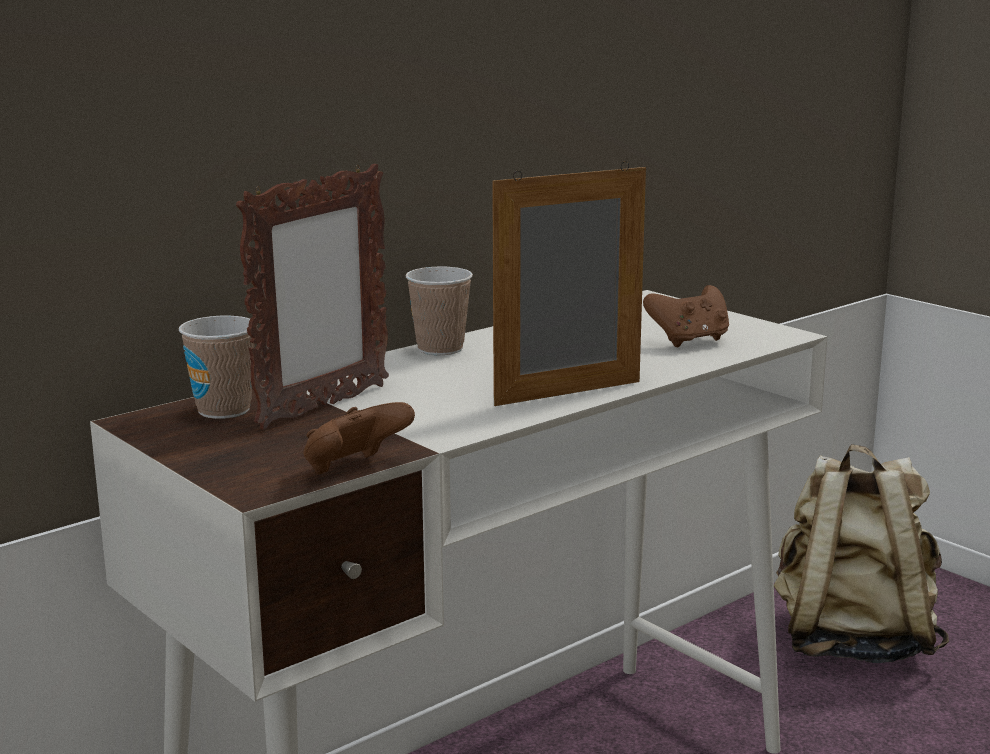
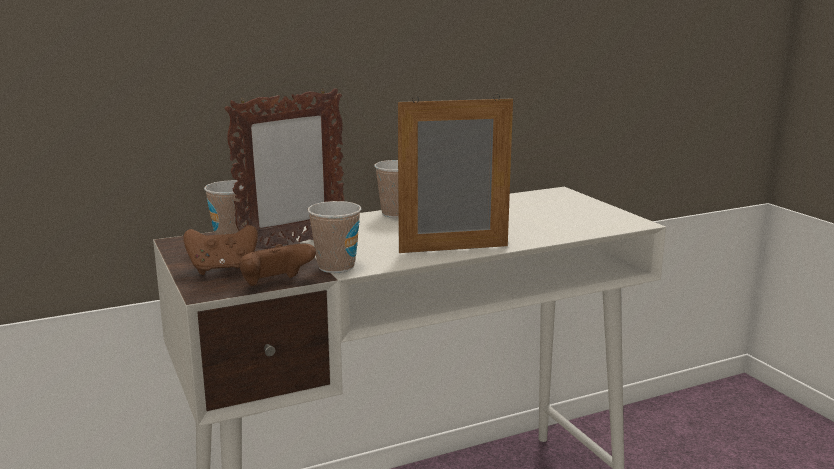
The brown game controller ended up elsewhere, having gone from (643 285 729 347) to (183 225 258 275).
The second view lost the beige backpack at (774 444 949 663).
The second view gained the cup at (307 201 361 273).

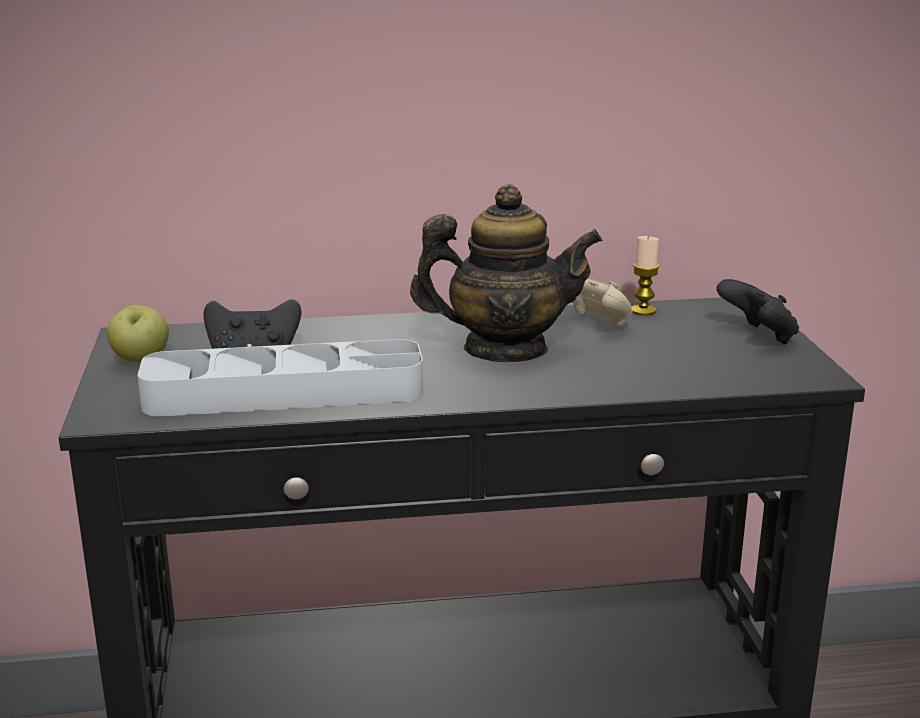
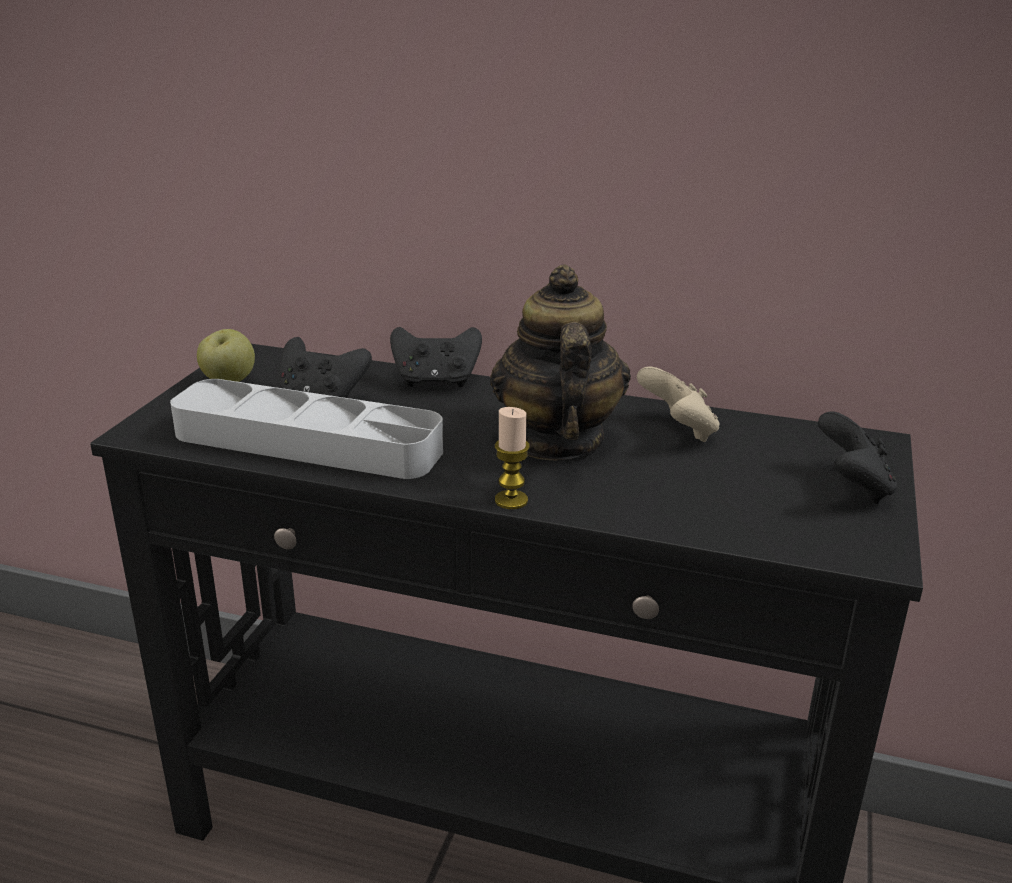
The teapot at (410 184 602 362) ended up facing another way, 120 degrees counterclockwise from before.
The candle ended up elsewhere, having gone from (632 236 660 316) to (495 407 530 509).
The second view gained the black game controller at (390 327 482 387).

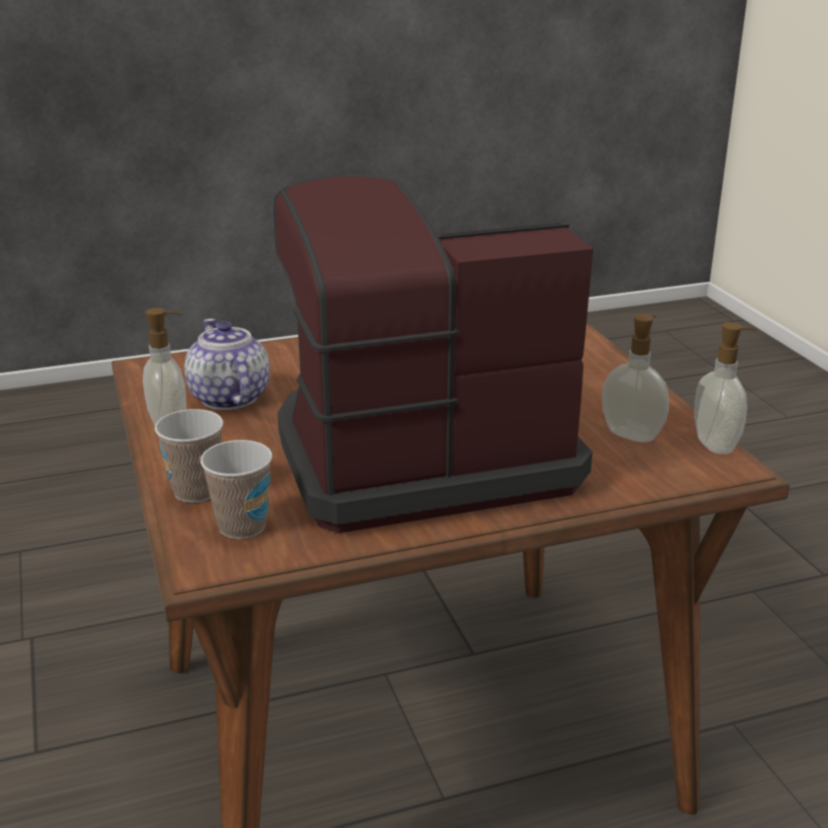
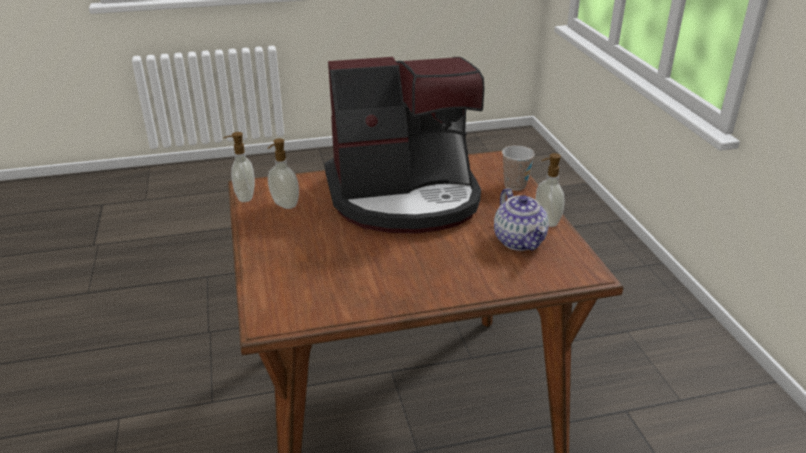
The second view lost the cup at (200 440 272 539).

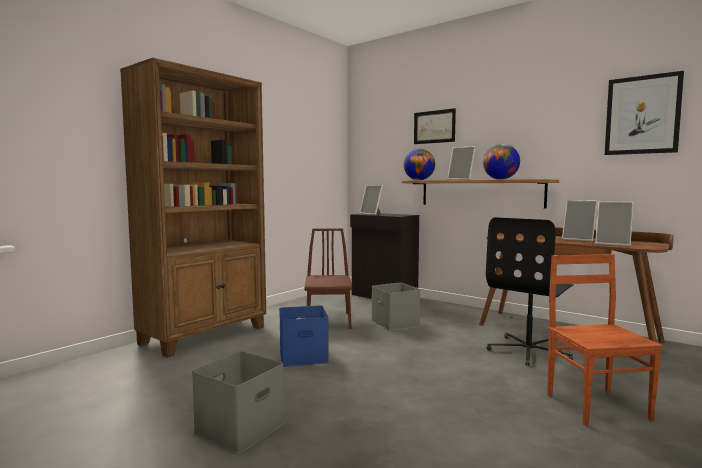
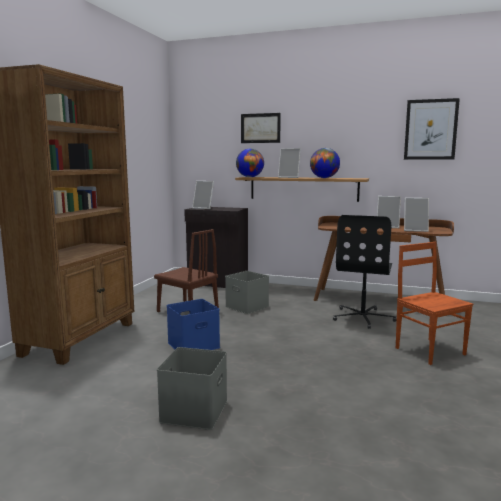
The brown chair at (305 228 352 329) ended up facing another way, 150 degrees clockwise from before.

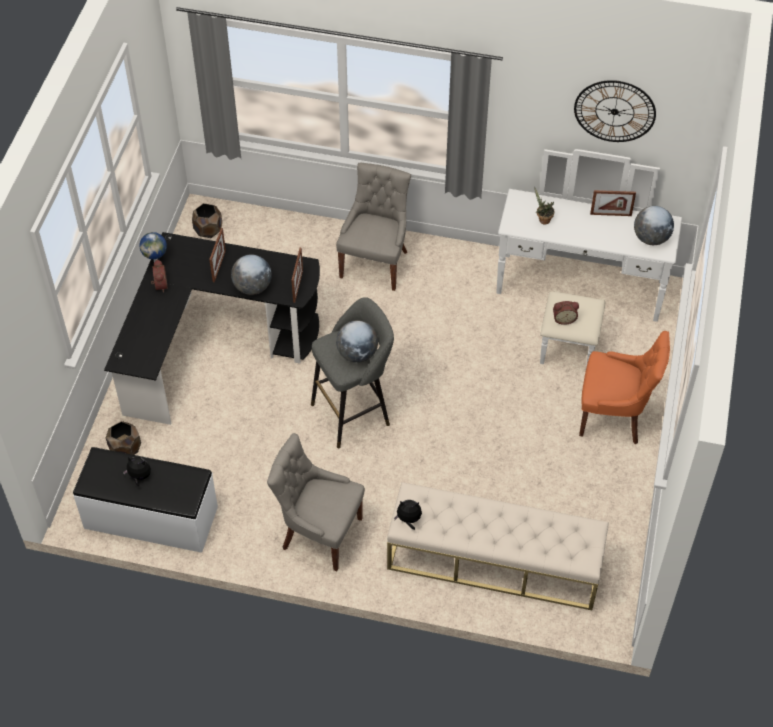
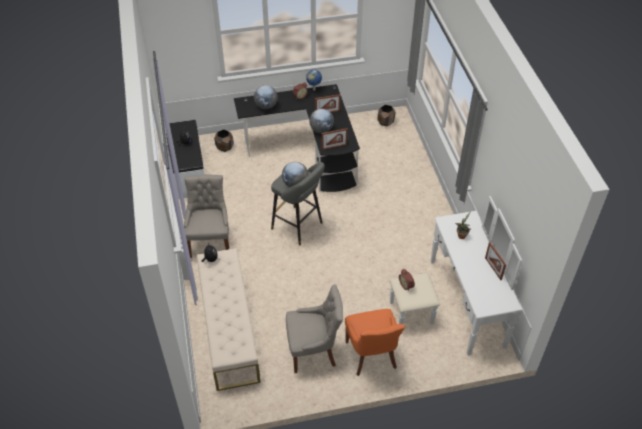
The second view lost the wall clock at (574 80 656 142).
The grey chair ended up elsewhere, having gone from (336 163 411 291) to (286 284 343 373).
The globe ended up elsewhere, having gone from (634 206 674 245) to (254 85 278 109).

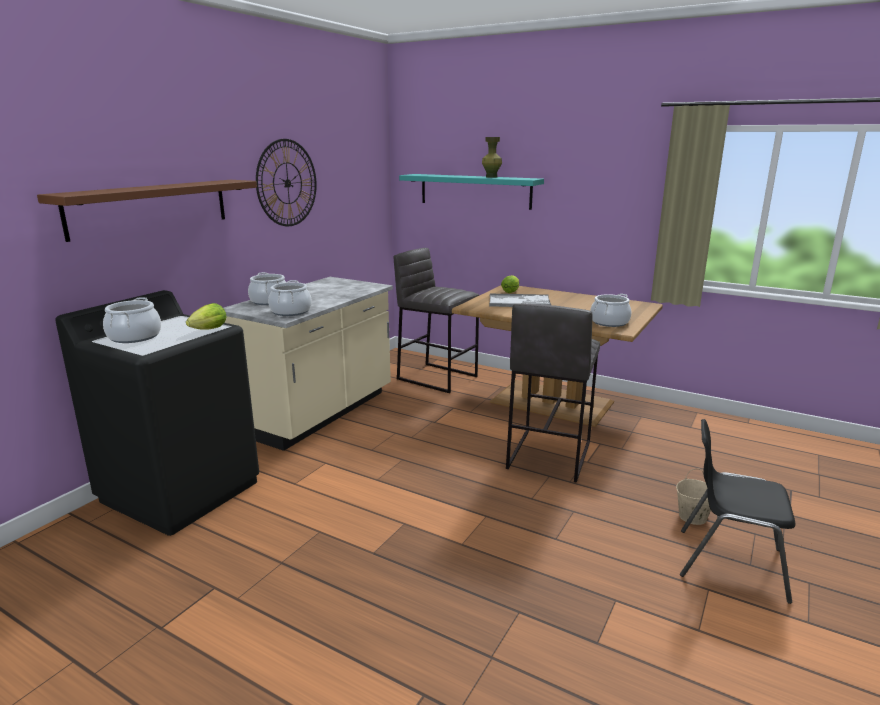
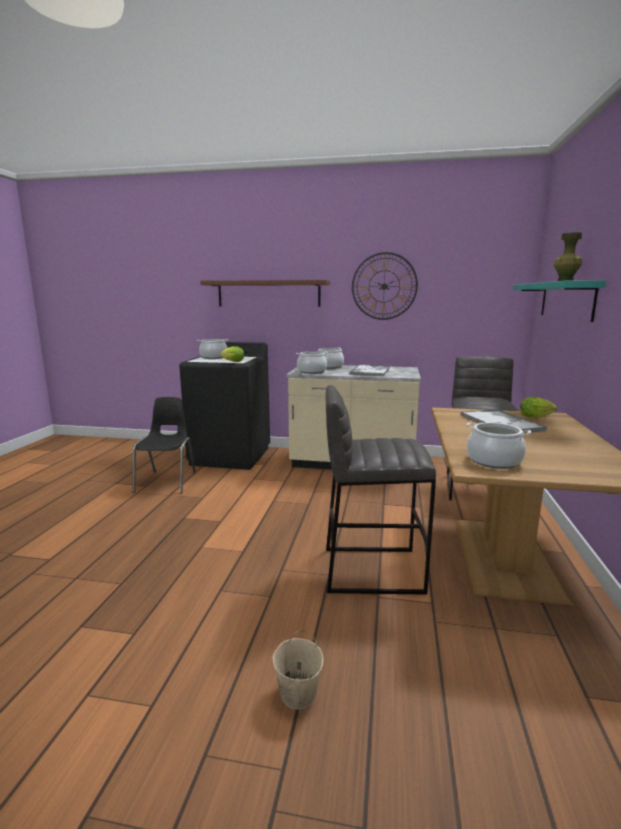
The black chair ended up elsewhere, having gone from (680 419 795 604) to (133 397 196 493).
The second view gained the tray at (349 364 390 376).

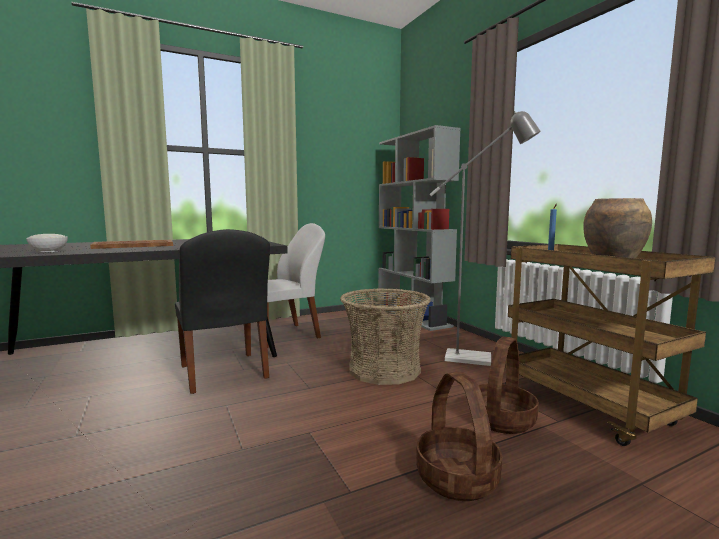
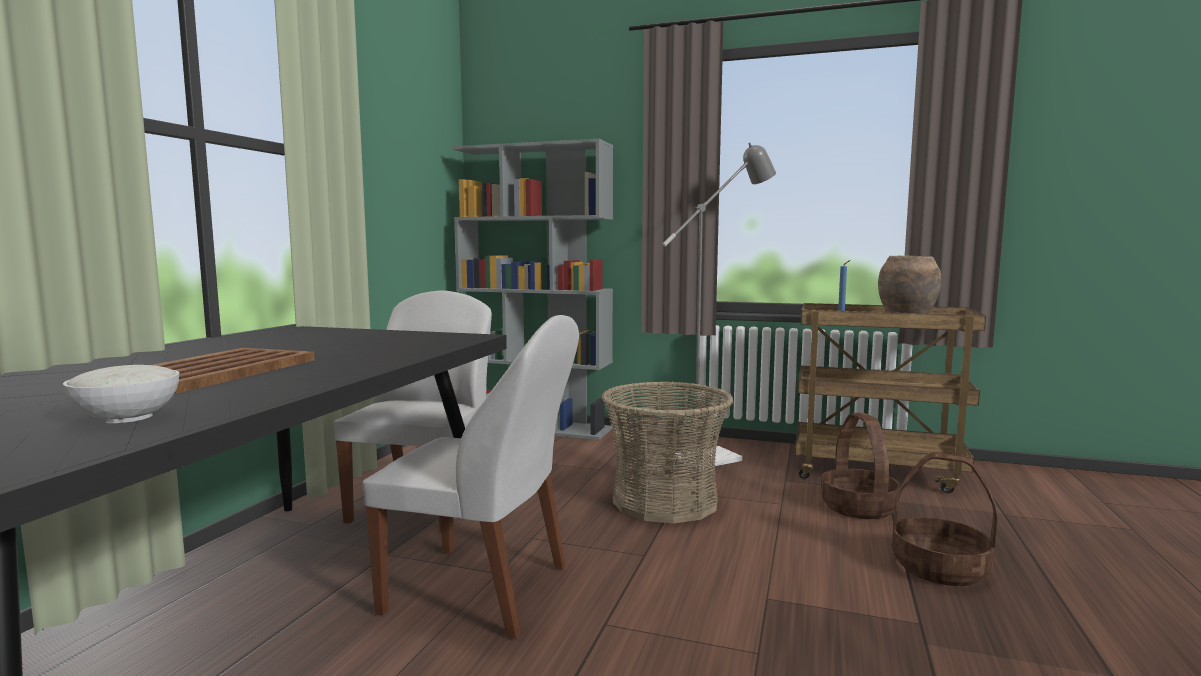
What was the black chair at (175 229 270 394) turned into the white chair at (362 315 579 639).

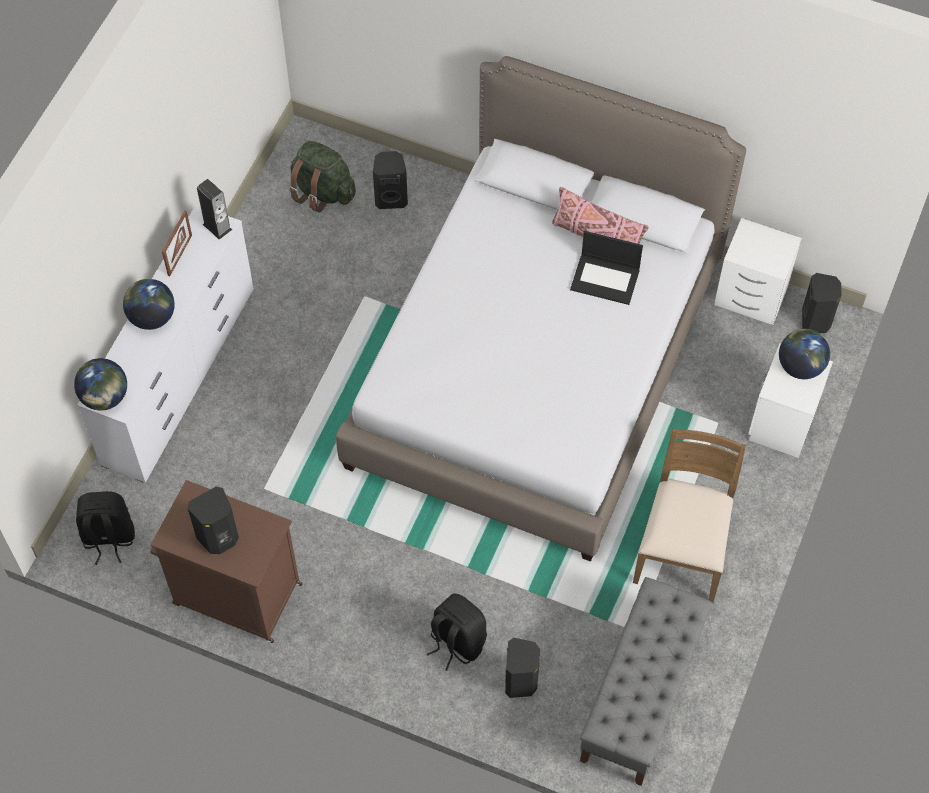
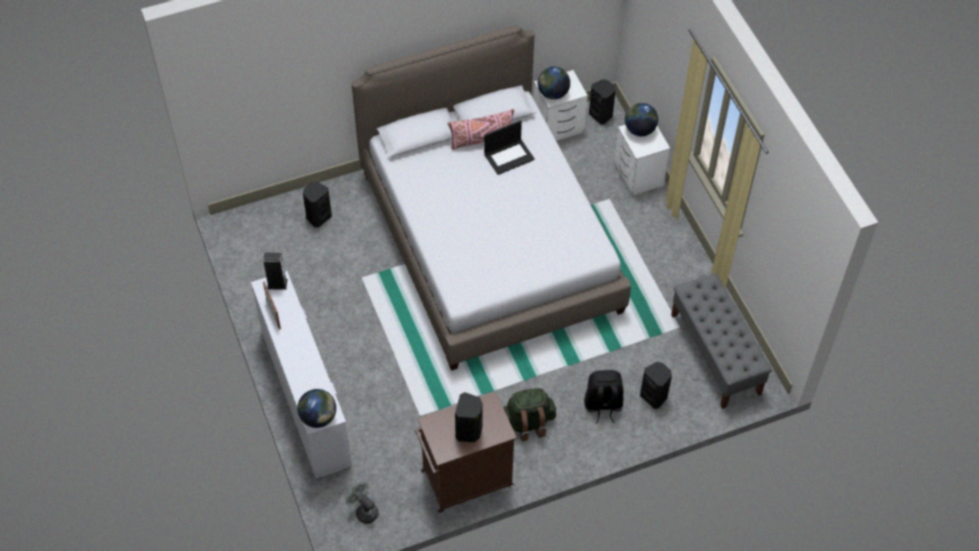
The green backpack ended up elsewhere, having gone from (289 141 356 212) to (503 388 556 441).
The globe ended up elsewhere, having gone from (123 279 175 330) to (538 67 570 100).
The second view lost the brown chair at (633 428 746 603).
Where the black backpack stood at (76 491 135 565), the grey fan came to stand at (346 482 379 524).

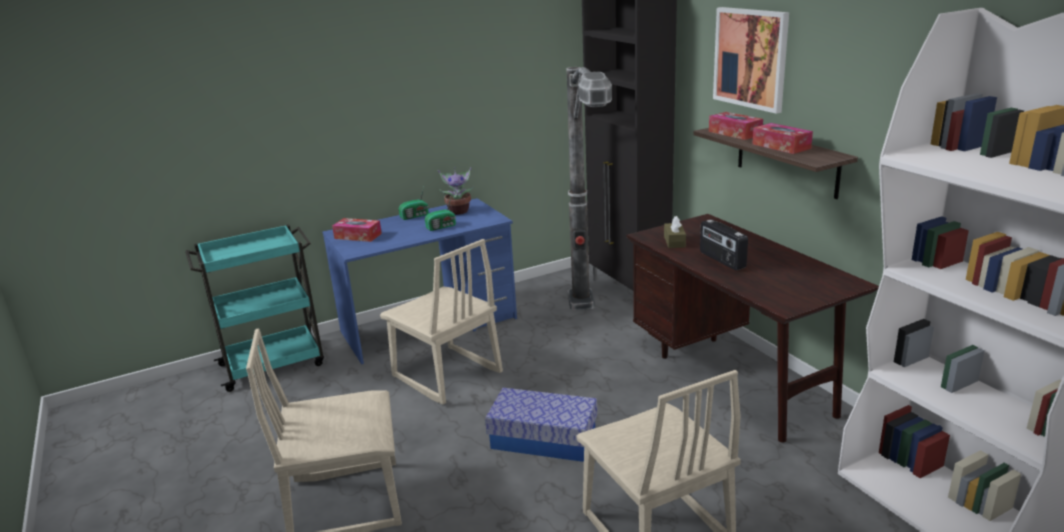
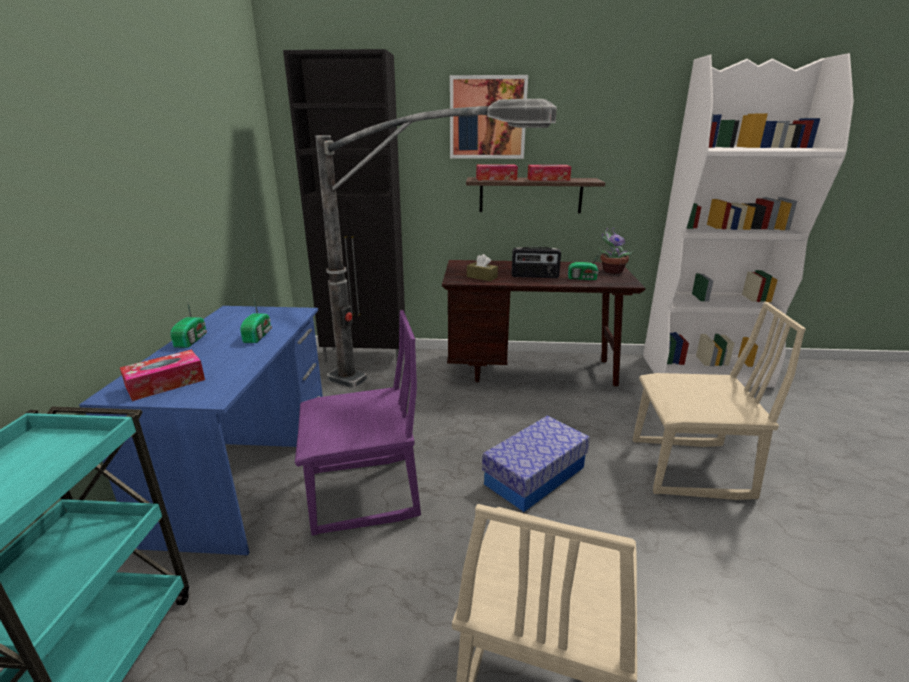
The potted plant ended up elsewhere, having gone from (438 167 474 215) to (598 228 635 274).
What was the beige chair at (380 239 503 404) turned into the purple chair at (295 310 421 536).
The second view gained the radio at (568 251 601 280).

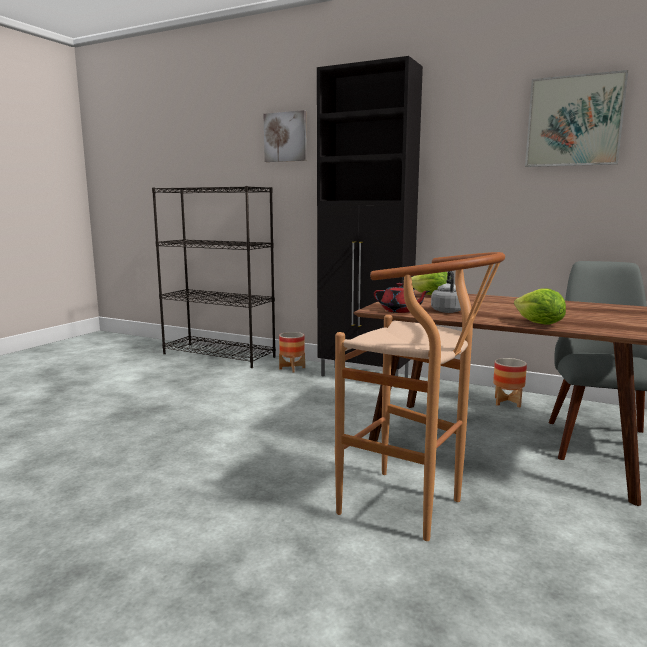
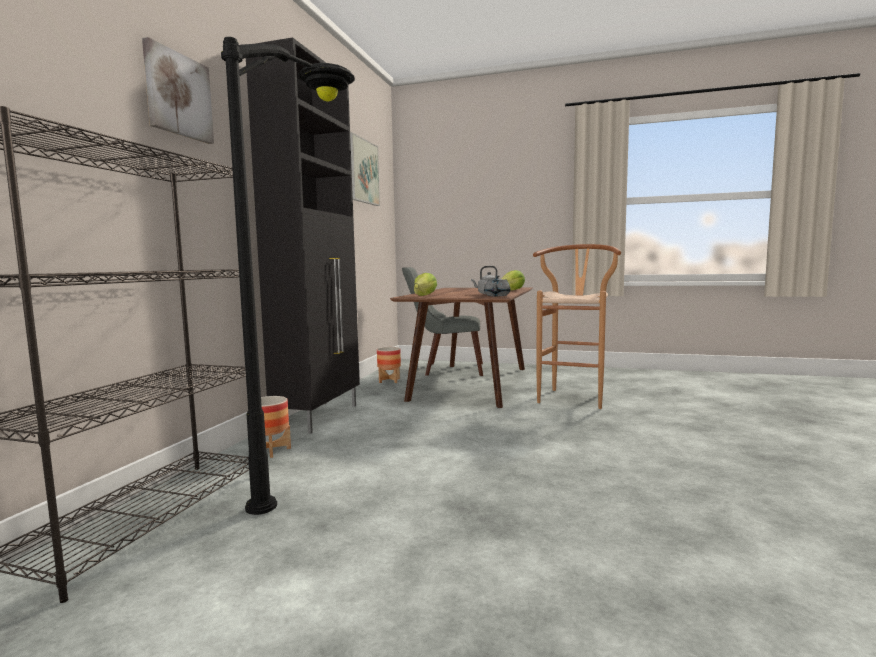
What was the red teapot at (374 283 430 313) turned into the grey teapot at (484 275 510 296).
The second view gained the black floor lamp at (221 37 355 515).

